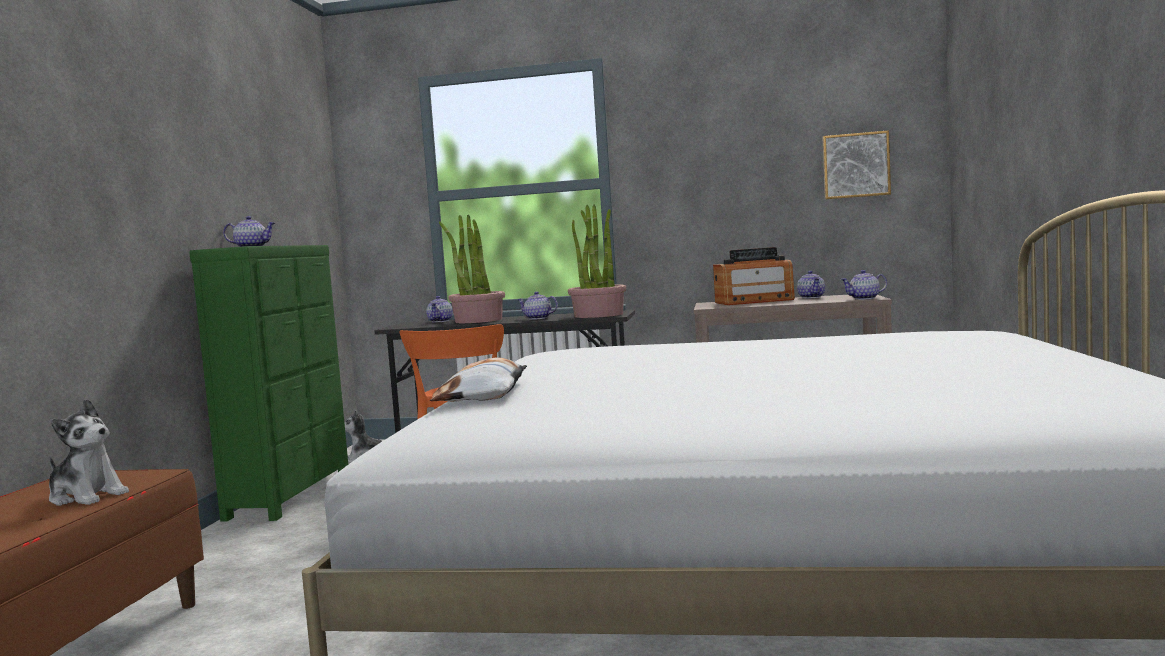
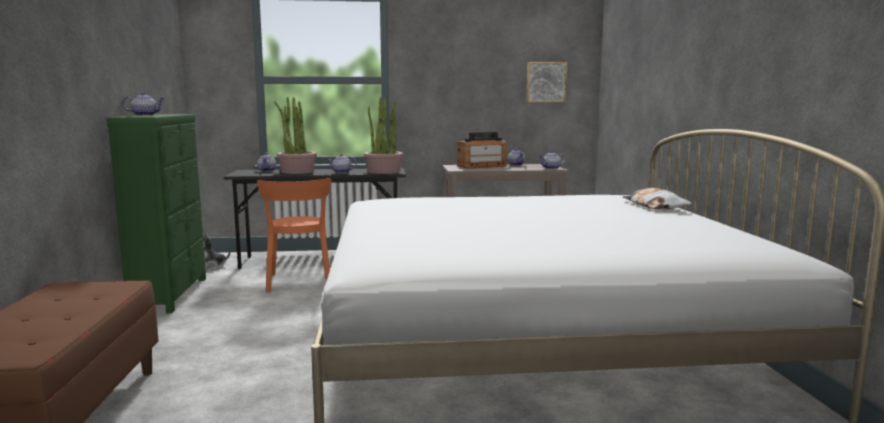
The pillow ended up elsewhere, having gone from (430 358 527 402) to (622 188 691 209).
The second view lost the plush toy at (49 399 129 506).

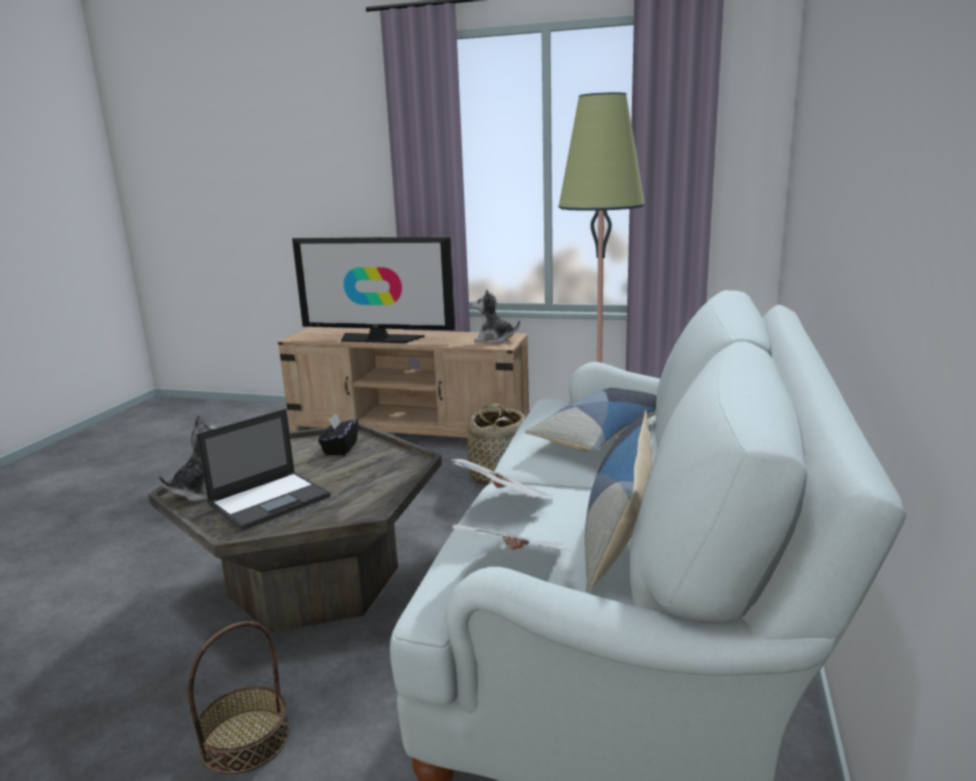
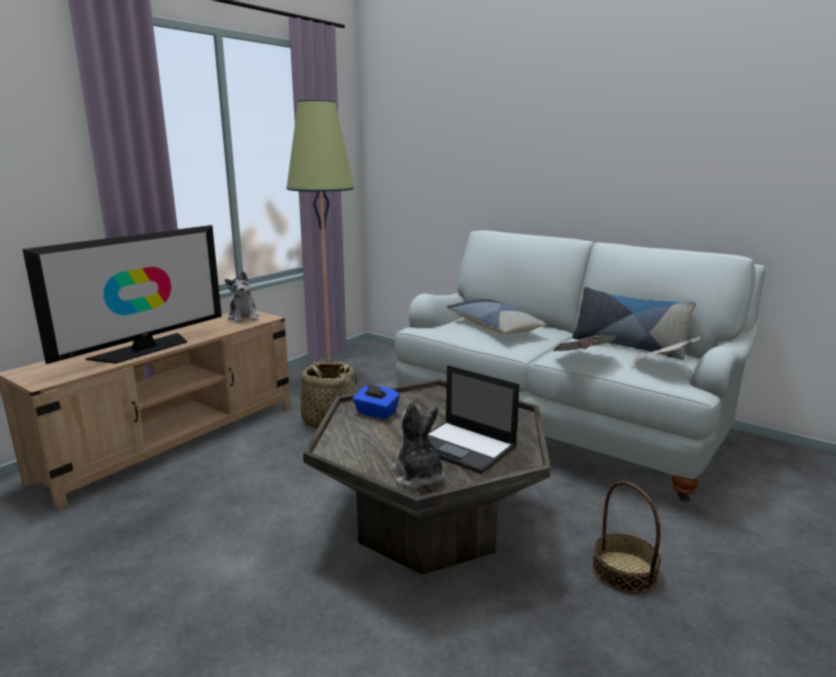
The plush toy at (471 289 520 344) ended up facing another way, 60 degrees counterclockwise from before.
The laptop at (196 409 331 530) ended up facing another way, 150 degrees clockwise from before.
What was the black tissue box at (318 413 358 455) turned into the blue tissue box at (353 383 400 419).

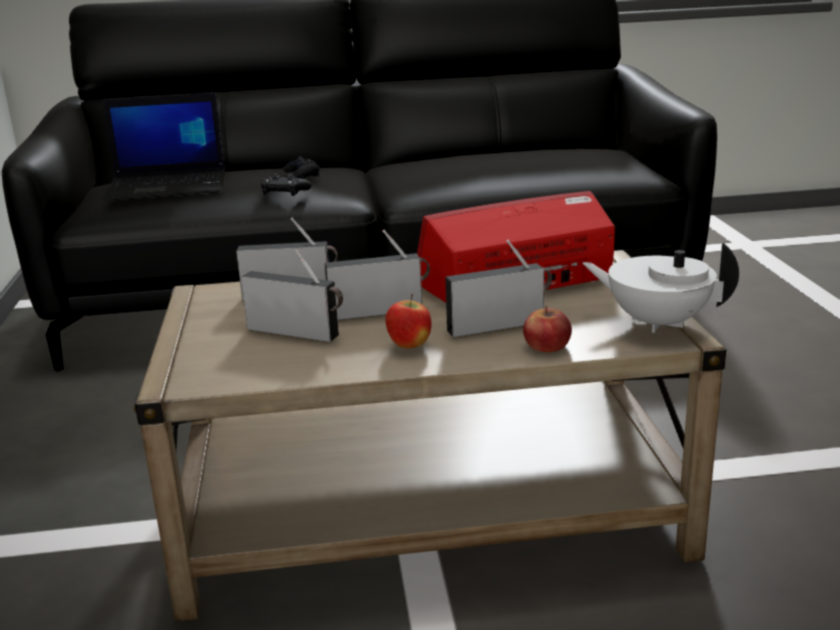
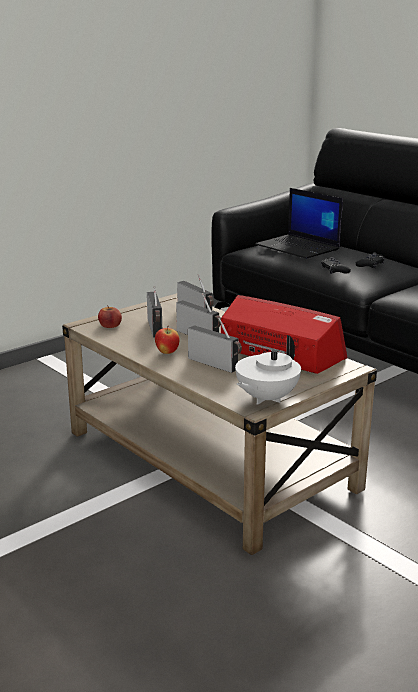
The white teapot at (583 243 739 333) ended up facing another way, 135 degrees counterclockwise from before.
The apple ended up elsewhere, having gone from (523 306 572 352) to (98 305 122 328).

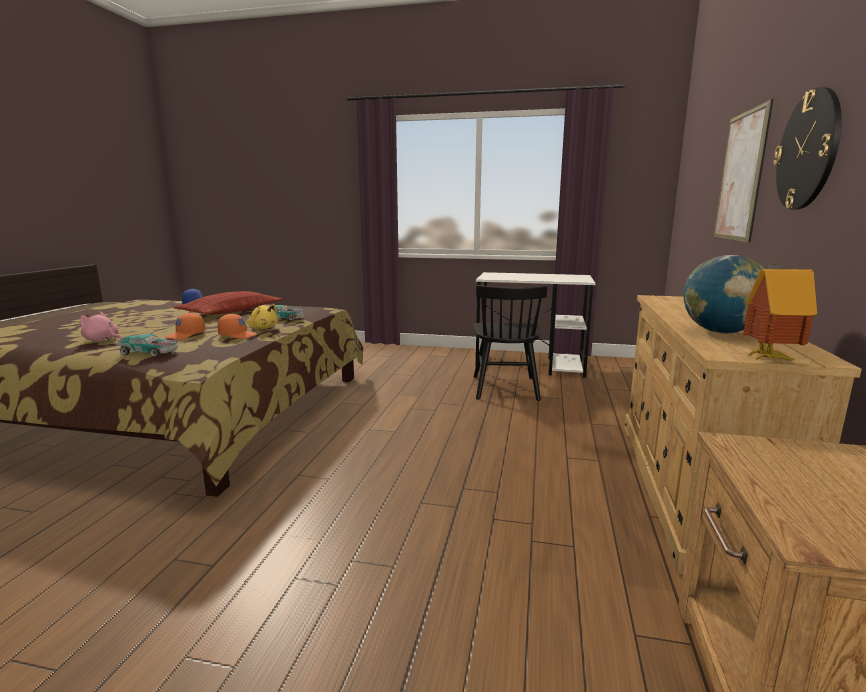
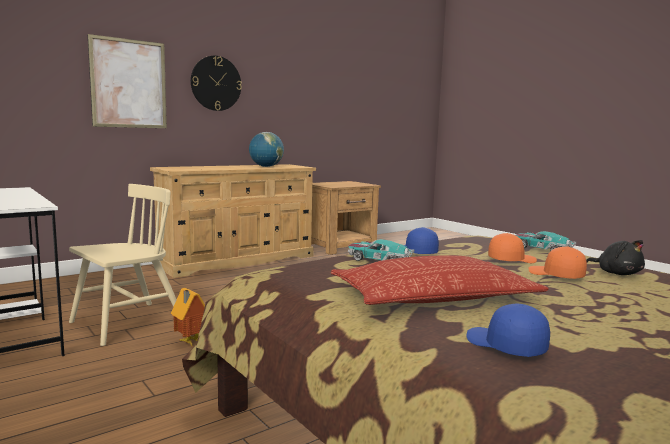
The toy house ended up elsewhere, having gone from (743 264 817 361) to (171 288 205 347).
What was the black chair at (474 285 547 401) turned into the beige chair at (69 184 177 346).
Where the yellow plush toy stood at (246 304 278 329), the blue cap came to stand at (404 227 439 254).
What was the pink plush toy at (80 311 123 342) turned into the black plush toy at (586 240 645 275).
The orange cap ended up elsewhere, having gone from (217 314 258 339) to (528 246 587 279).

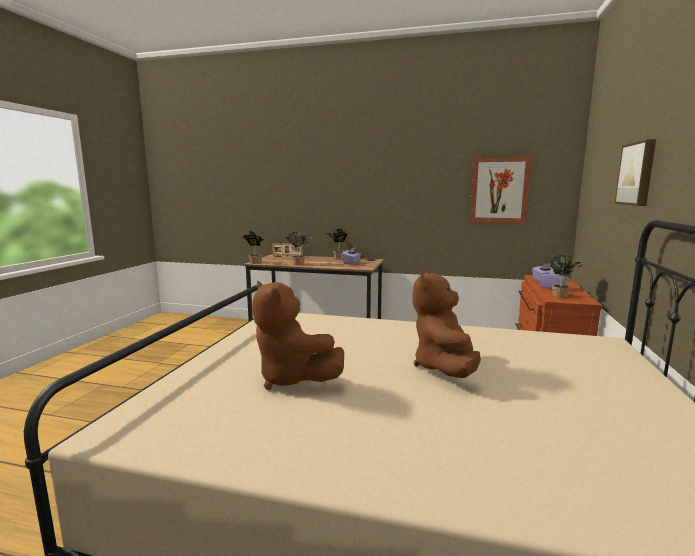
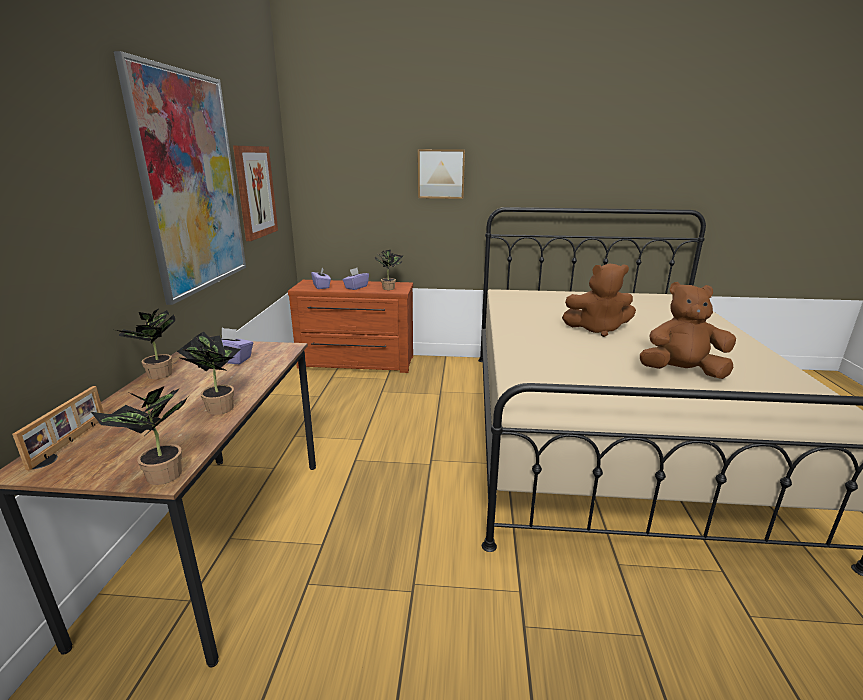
The brown plush toy at (252 281 344 390) ended up facing another way, 120 degrees counterclockwise from before.
The second view gained the picture at (114 51 246 305).

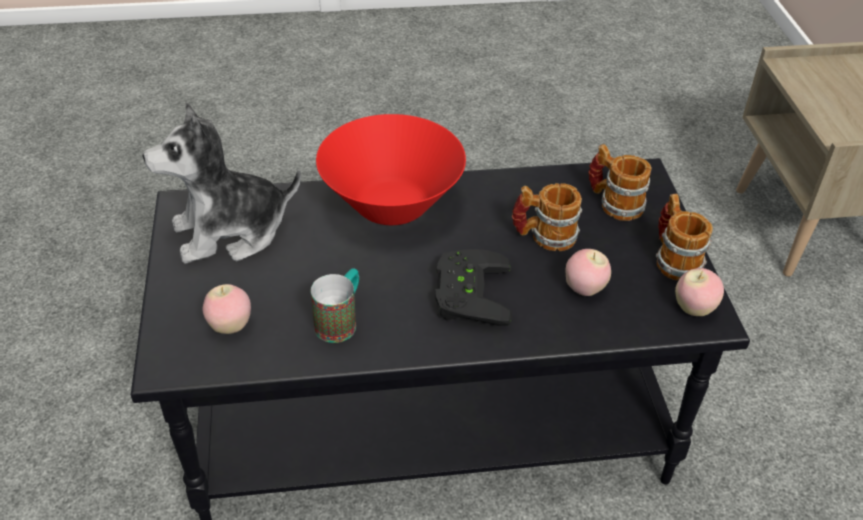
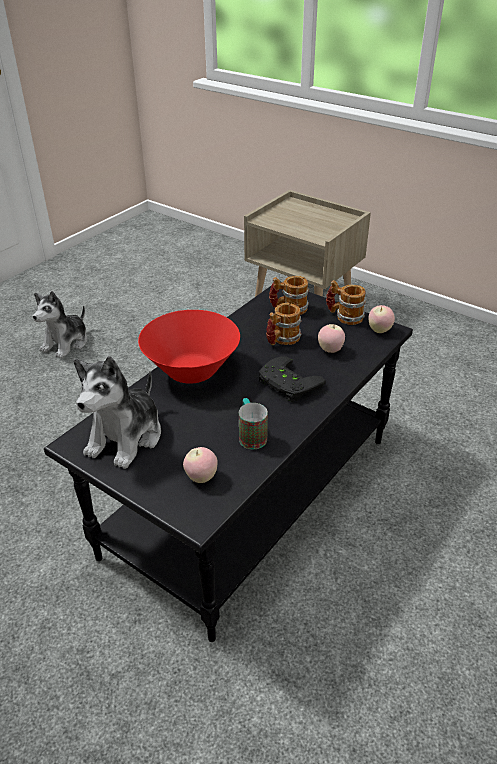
The second view gained the plush toy at (33 291 87 359).

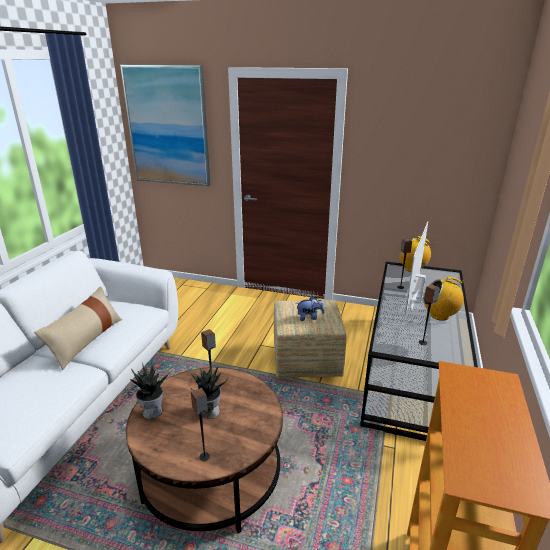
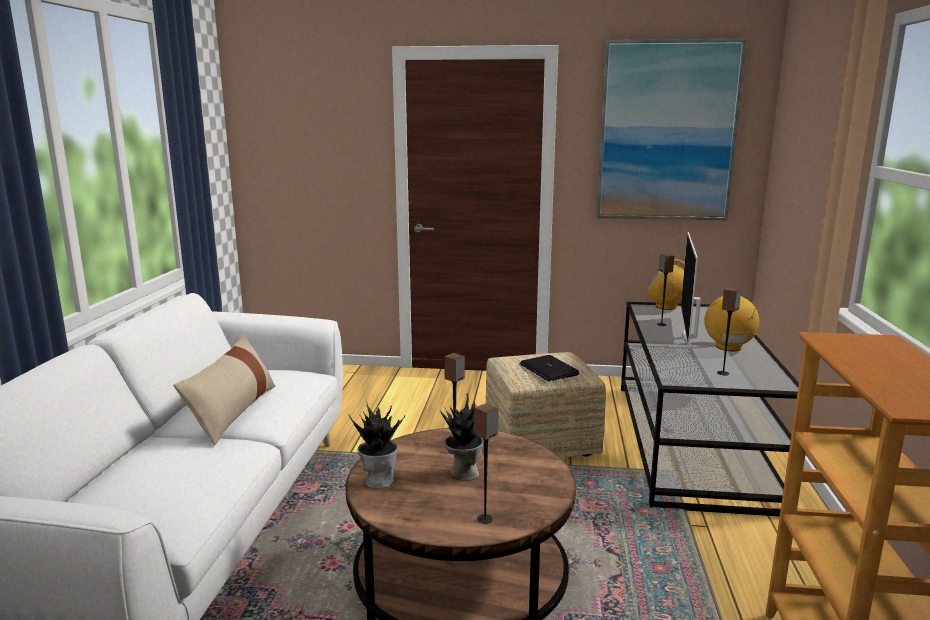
The picture ended up elsewhere, having gone from (120 65 210 186) to (597 38 747 220).
The radio at (423 277 464 321) ended up facing another way, 105 degrees clockwise from before.
Where the plush toy stood at (296 297 324 321), the laptop came to stand at (519 355 580 381).

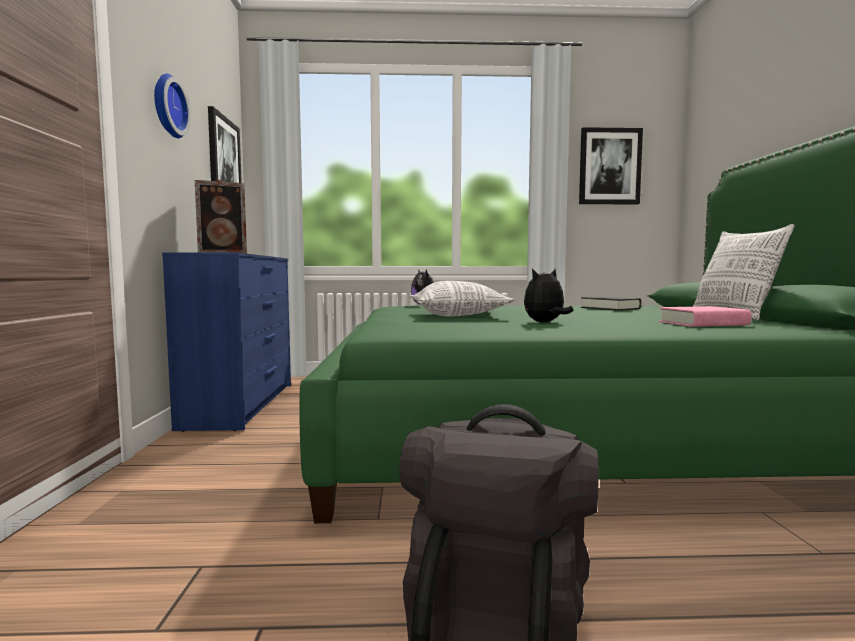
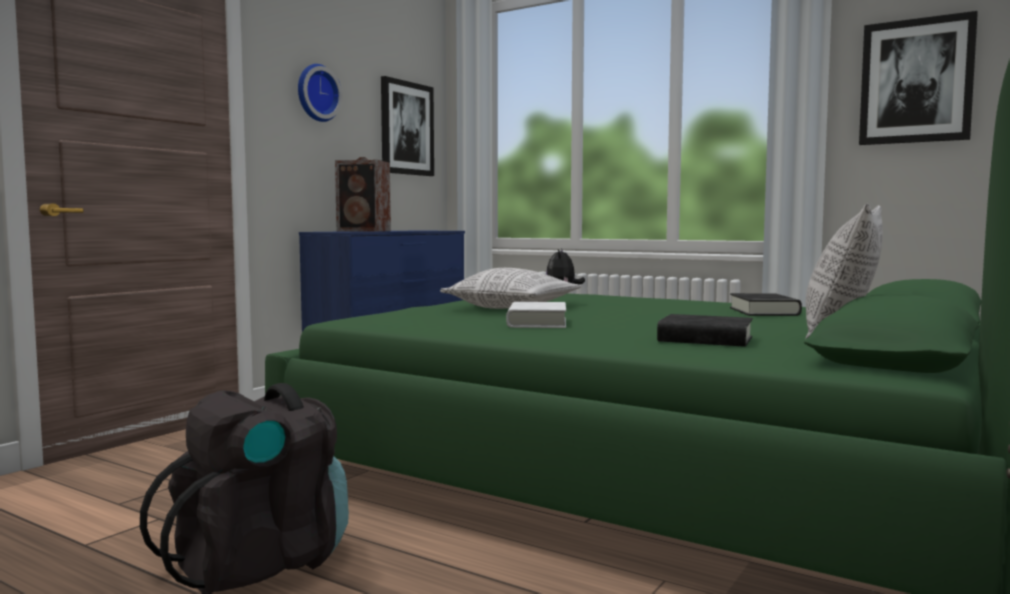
Where the plush toy stood at (524 269 574 323), the white book came to stand at (506 302 566 328).
What was the pink book at (659 306 752 327) turned into the black book at (657 314 753 347).

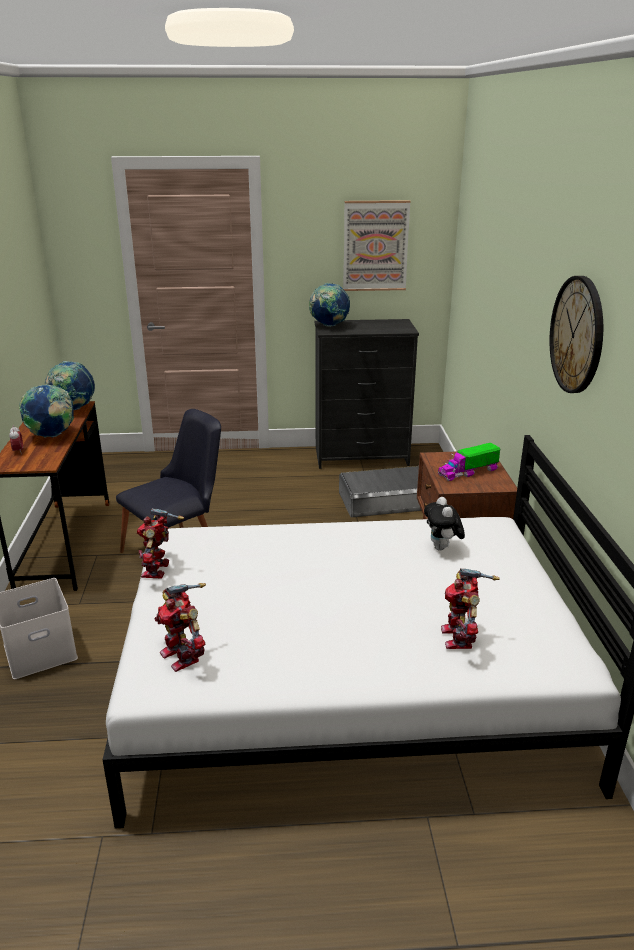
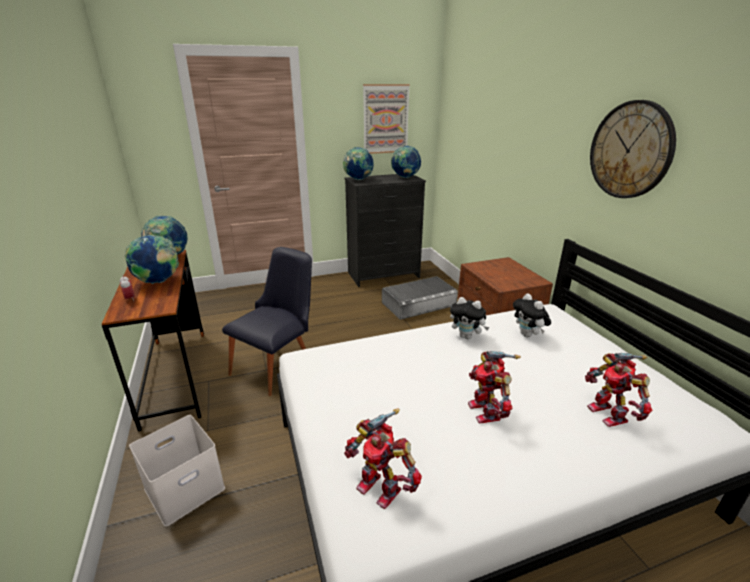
The second view lost the toy truck at (438 443 500 481).
The toy robot ended up elsewhere, having gone from (137 508 184 579) to (468 351 521 423).
The second view gained the globe at (391 145 421 178).
The second view gained the plush toy at (450 297 489 339).

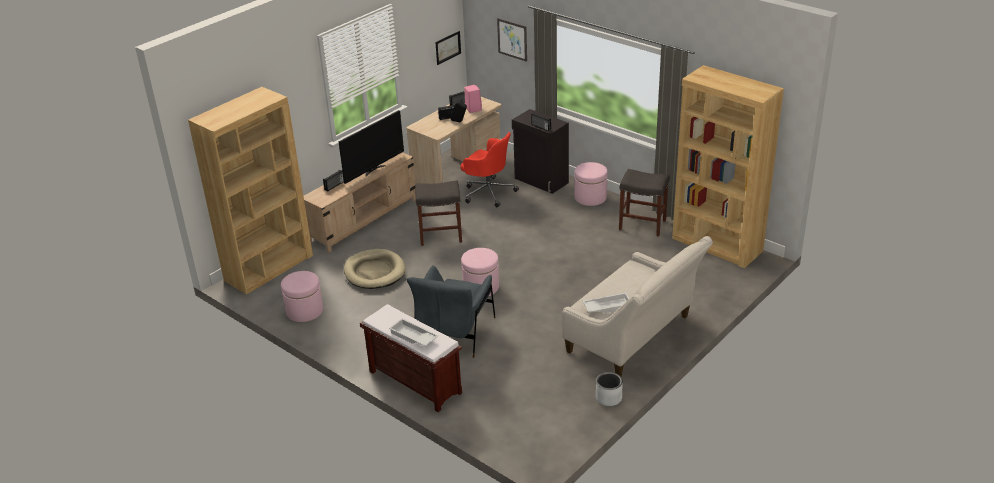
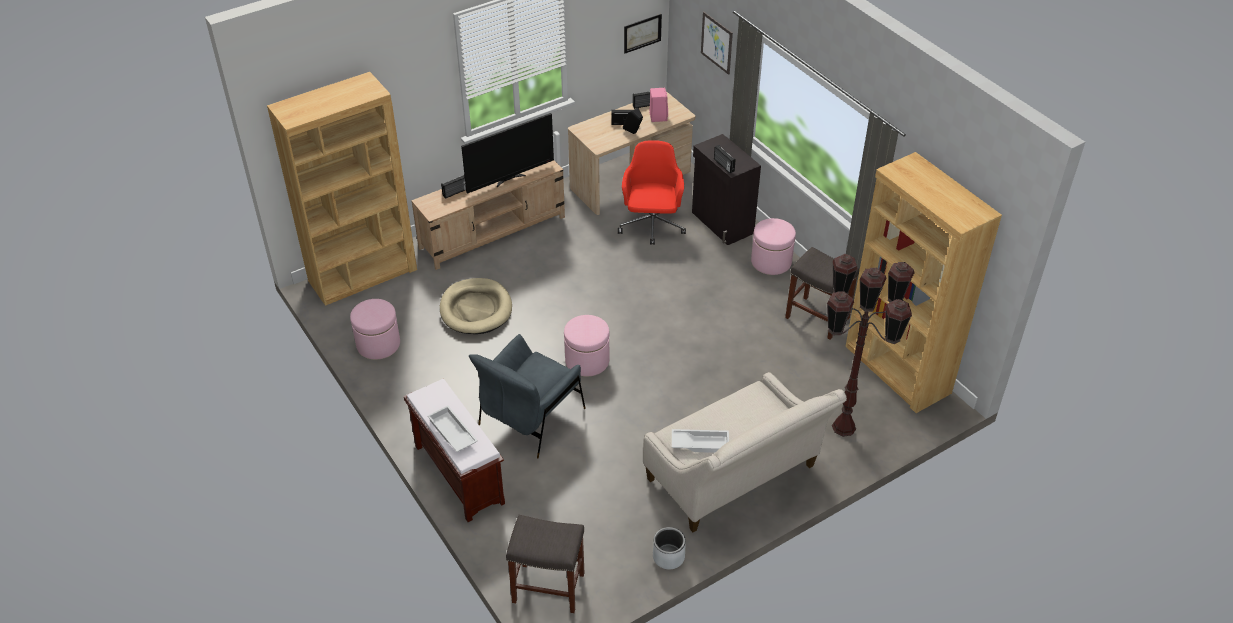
The red office chair at (460 132 519 207) ended up facing another way, 135 degrees counterclockwise from before.
The grey stool ended up elsewhere, having gone from (415 181 462 246) to (506 515 584 613).
The second view gained the brown floor lamp at (827 254 914 437).

